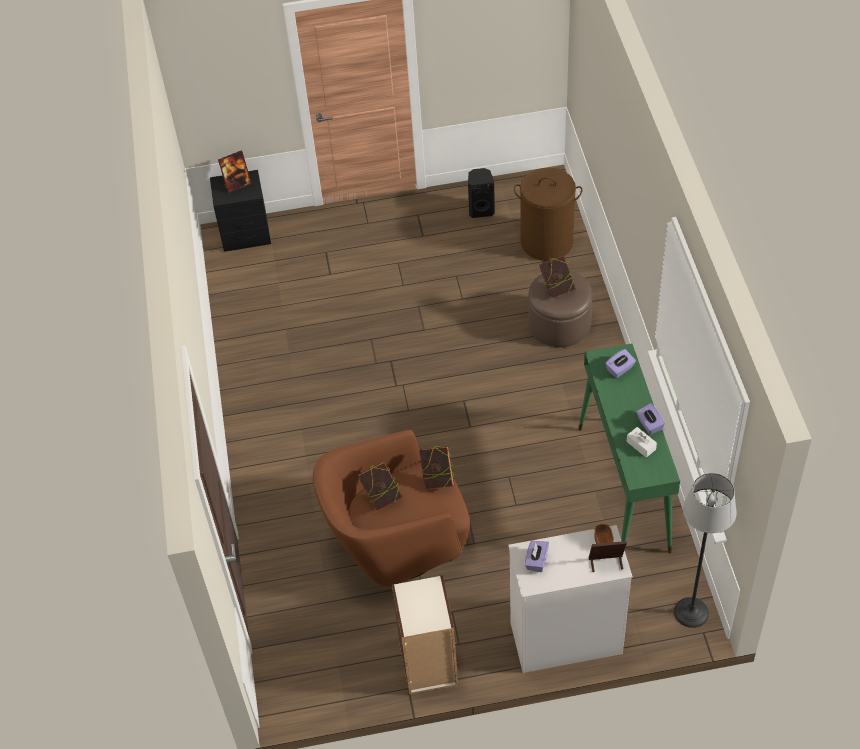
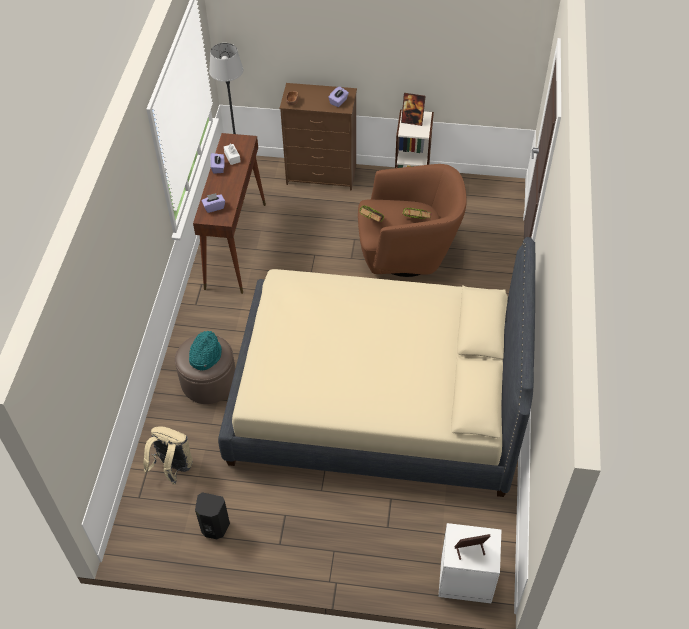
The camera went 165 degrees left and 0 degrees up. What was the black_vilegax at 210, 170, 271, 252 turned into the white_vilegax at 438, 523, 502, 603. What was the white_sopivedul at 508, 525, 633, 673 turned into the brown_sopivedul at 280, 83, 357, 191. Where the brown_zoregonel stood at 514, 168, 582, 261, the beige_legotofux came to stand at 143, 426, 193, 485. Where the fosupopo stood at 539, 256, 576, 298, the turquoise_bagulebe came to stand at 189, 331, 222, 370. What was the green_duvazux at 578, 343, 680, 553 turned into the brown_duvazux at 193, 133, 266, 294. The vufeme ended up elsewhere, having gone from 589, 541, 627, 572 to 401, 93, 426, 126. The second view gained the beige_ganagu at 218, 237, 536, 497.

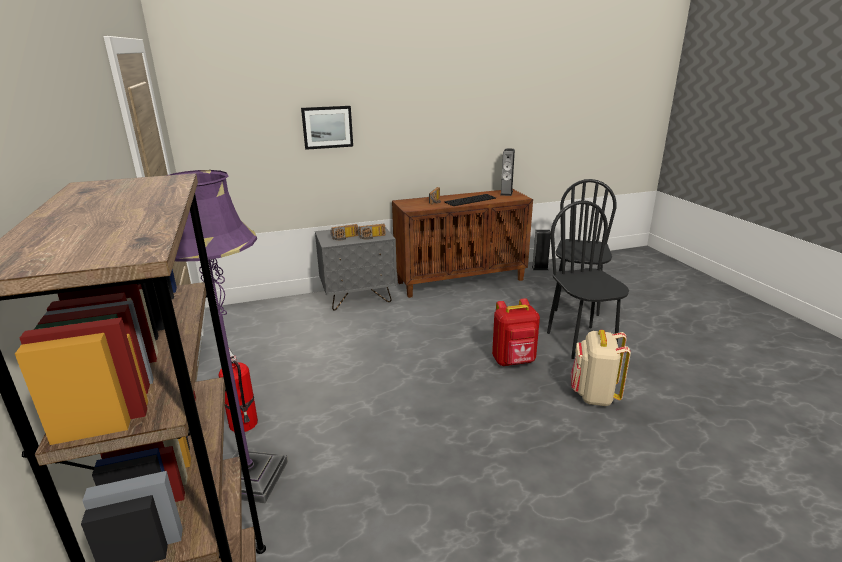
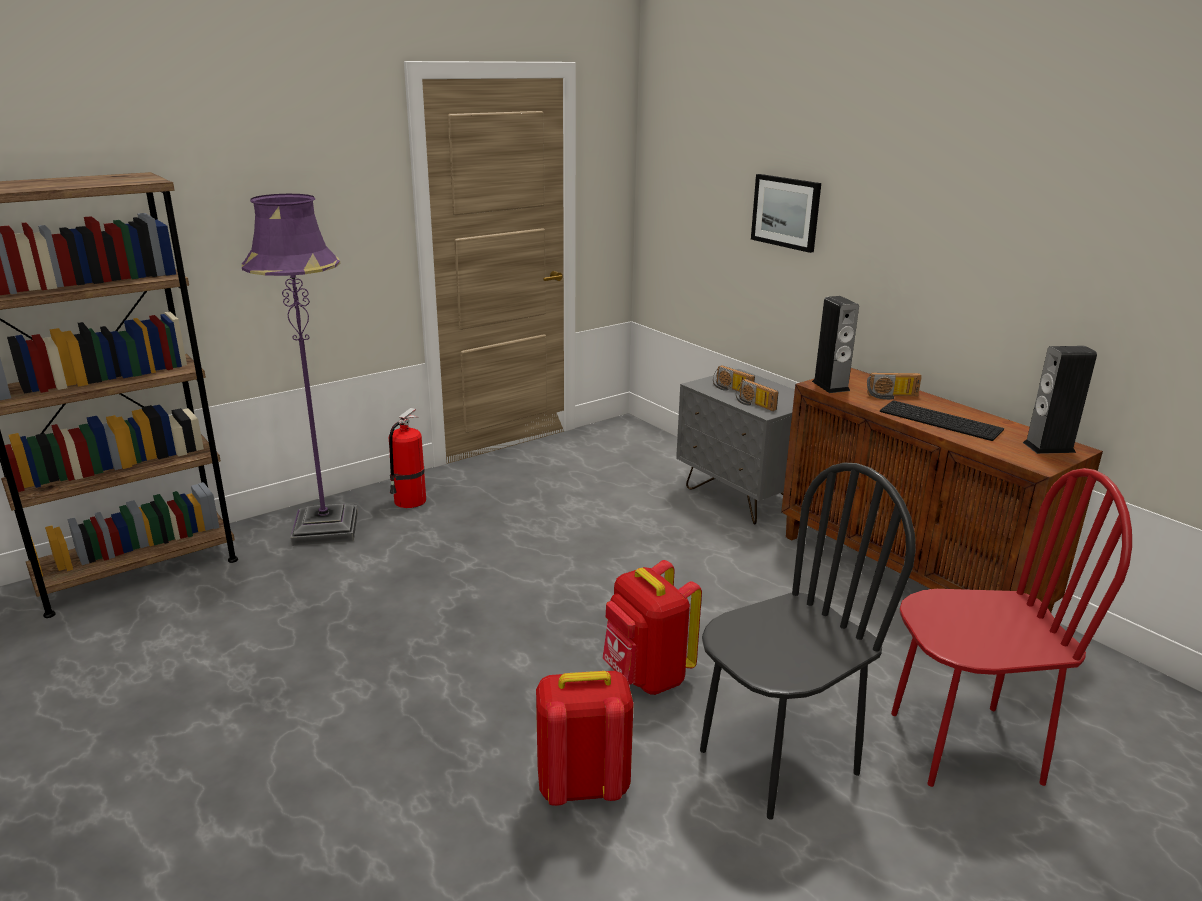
The camera went 70 degrees right and 0 degrees up. The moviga ended up elsewhere, having gone from 531, 230, 551, 270 to 812, 296, 859, 393. What was the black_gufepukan at 555, 179, 617, 316 turned into the red_gufepukan at 891, 468, 1132, 787. What was the beige_legotofux at 571, 330, 631, 406 turned into the red_legotofux at 536, 671, 634, 806.

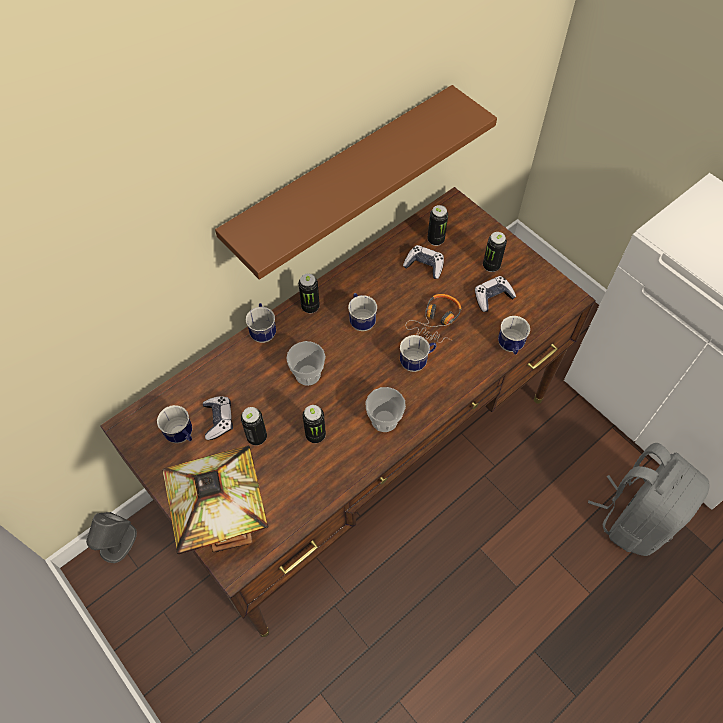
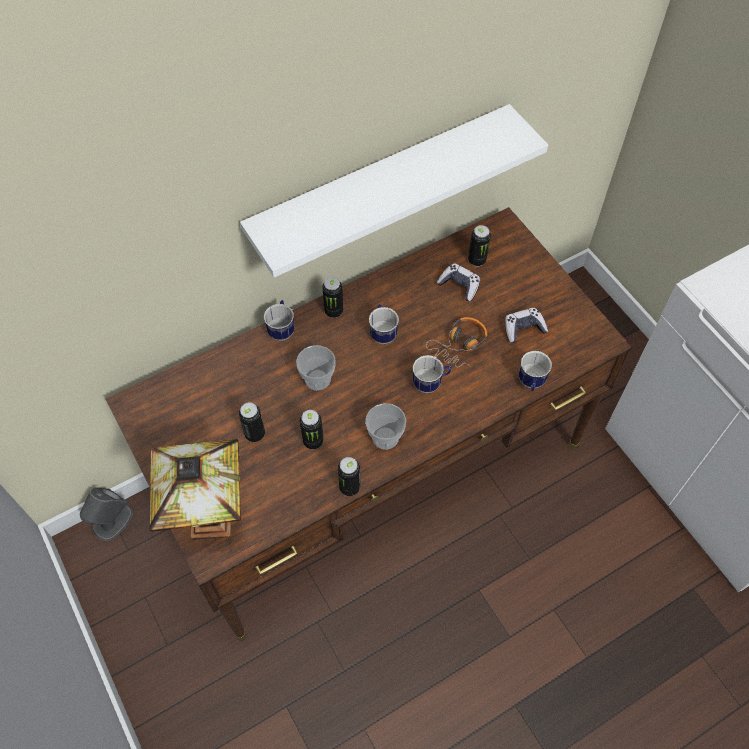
The camera went 10 degrees right and 0 degrees up. The second view lost the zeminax at 157, 405, 192, 443. The second view lost the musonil at 203, 396, 233, 440. What was the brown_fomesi at 215, 85, 497, 280 turned into the white_fomesi at 240, 104, 548, 278. The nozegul ended up elsewhere, having gone from 483, 232, 507, 272 to 338, 457, 361, 496. The second view lost the grey_legotofux at 588, 443, 709, 556.

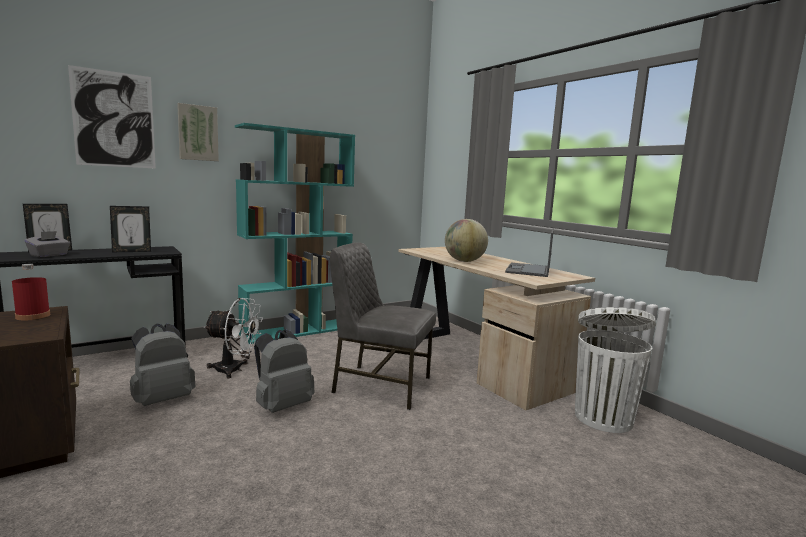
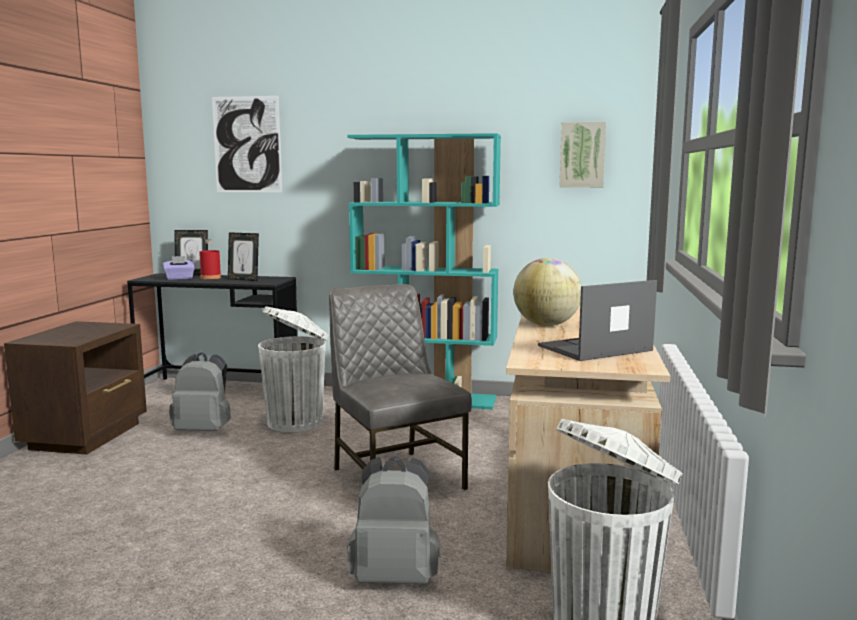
The camera went 45 degrees right and 0 degrees up. The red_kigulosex ended up elsewhere, having gone from 12, 264, 50, 320 to 199, 239, 221, 279. What was the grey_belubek at 25, 231, 70, 257 turned into the purple_belubek at 163, 256, 195, 280. The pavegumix ended up elsewhere, having gone from 177, 103, 219, 161 to 559, 122, 606, 188. Where the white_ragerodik stood at 204, 298, 263, 378, the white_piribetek came to stand at 258, 306, 329, 432. The grey_legotofux ended up elsewhere, having gone from 254, 329, 315, 413 to 347, 456, 440, 584.

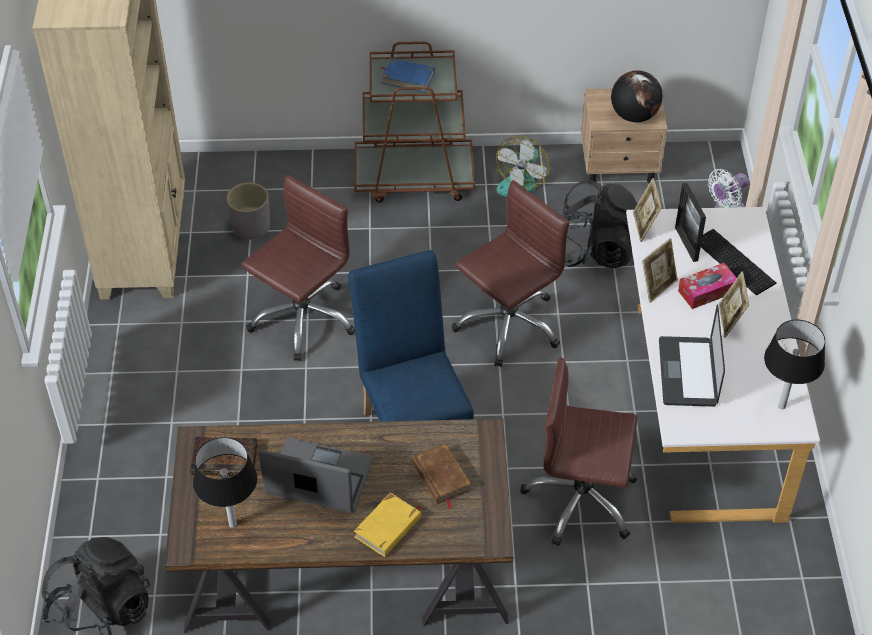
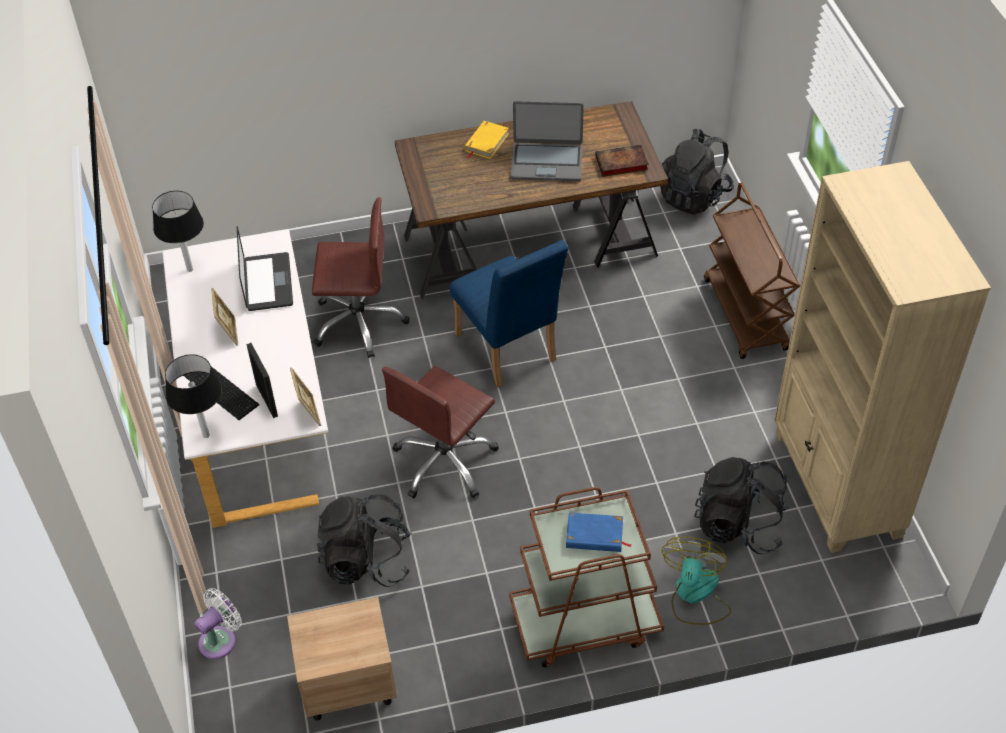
The camera went 170 degrees right and 0 degrees up. The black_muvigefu ended up elsewhere, having gone from 193, 437, 257, 528 to 165, 354, 222, 438. Where the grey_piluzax stood at 226, 182, 270, 240, the black_legotofux came to stand at 694, 457, 788, 554. The second view lost the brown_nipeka at 241, 174, 355, 361. The second view lost the brown_fosupopo at 412, 443, 472, 509. The ragerodik ended up elsewhere, having gone from 495, 137, 550, 197 to 662, 537, 731, 625. The second view lost the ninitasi at 611, 70, 663, 122. The second view lost the vufeme at 642, 238, 678, 303. The second view lost the belubek at 678, 263, 737, 309. The second view gained the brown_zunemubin at 704, 183, 800, 359.

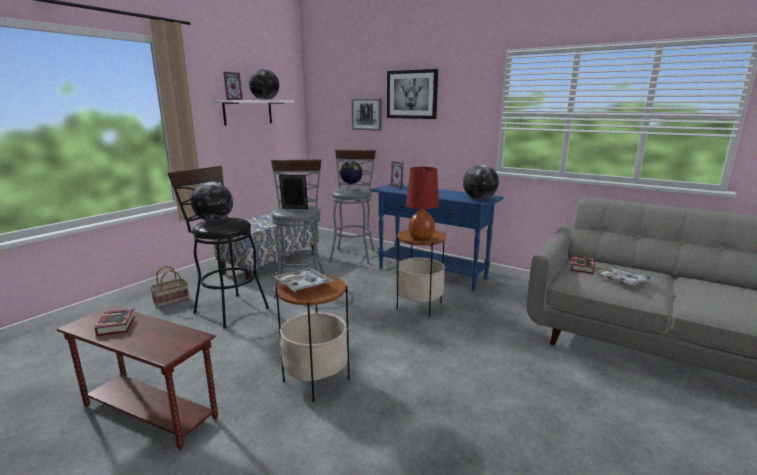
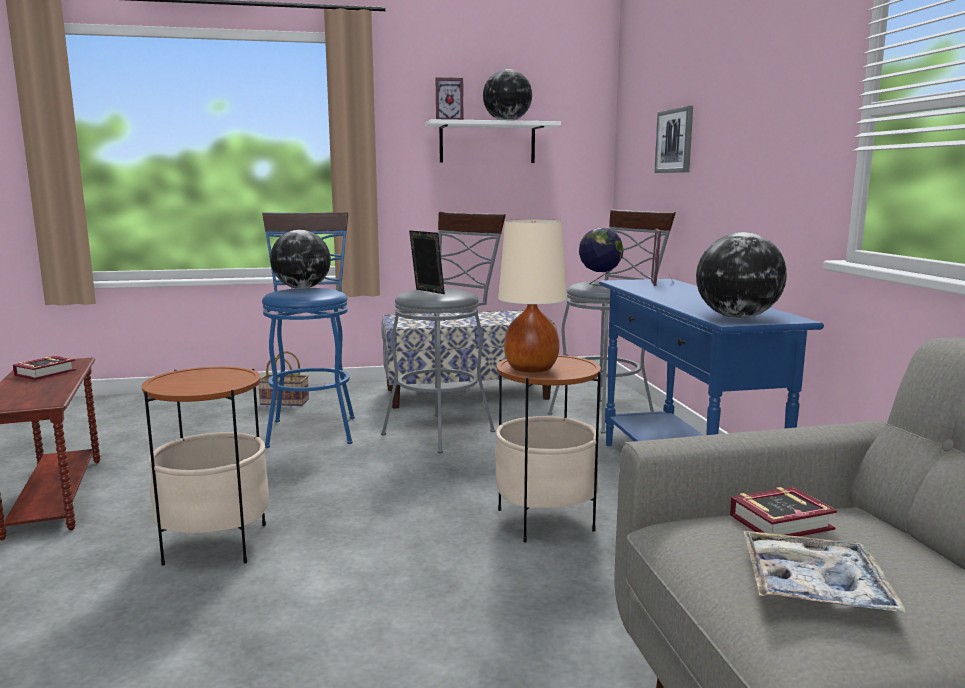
The camera went 45 degrees right and 5 degrees down. What was the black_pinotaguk at 168, 166, 269, 329 turned into the blue_pinotaguk at 262, 212, 355, 448. The second view lost the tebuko at 274, 268, 333, 292. The second view lost the pavegumix at 387, 69, 438, 119. What was the red_muvigefu at 406, 167, 439, 240 turned into the beige_muvigefu at 498, 219, 567, 373.

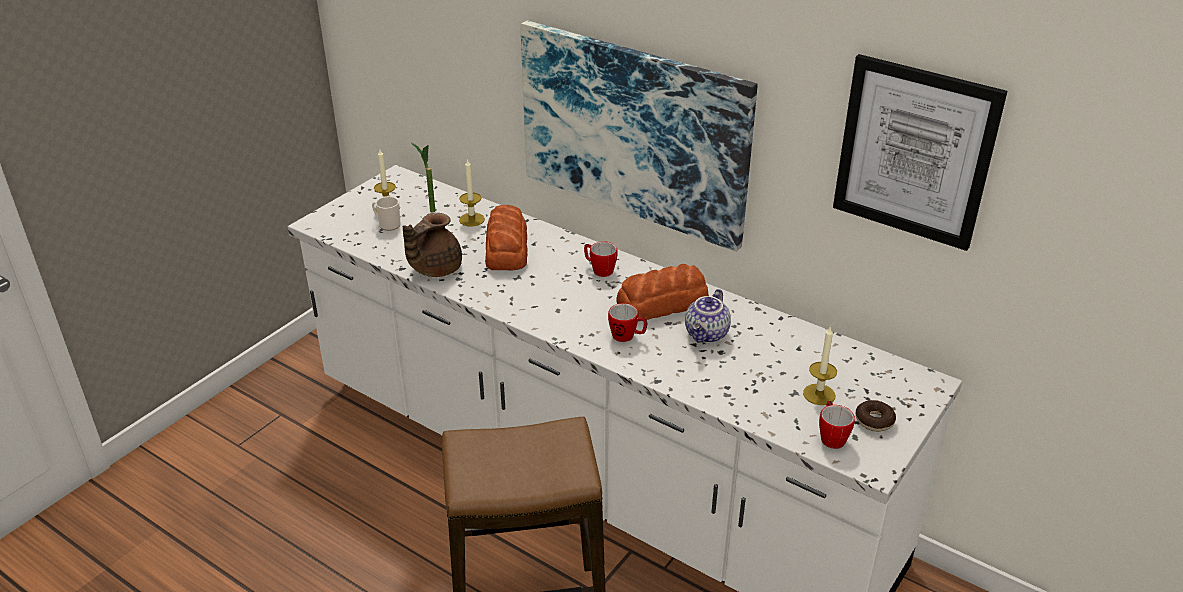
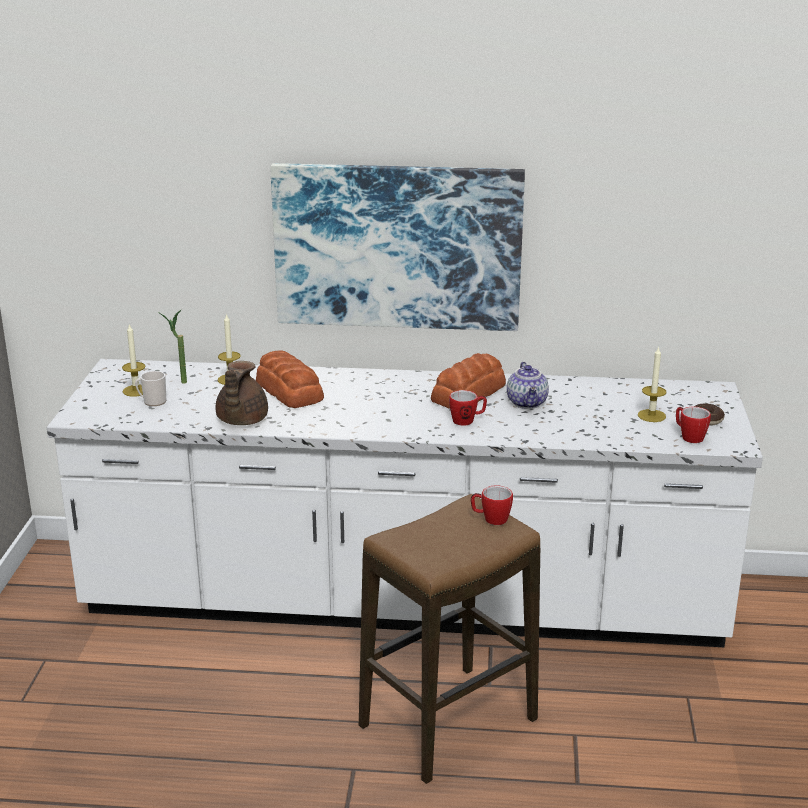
The camera went 30 degrees left and 10 degrees down. The zeminax ended up elsewhere, having gone from 584, 241, 618, 277 to 471, 485, 513, 525. The second view lost the pavegumix at 833, 54, 1007, 251.

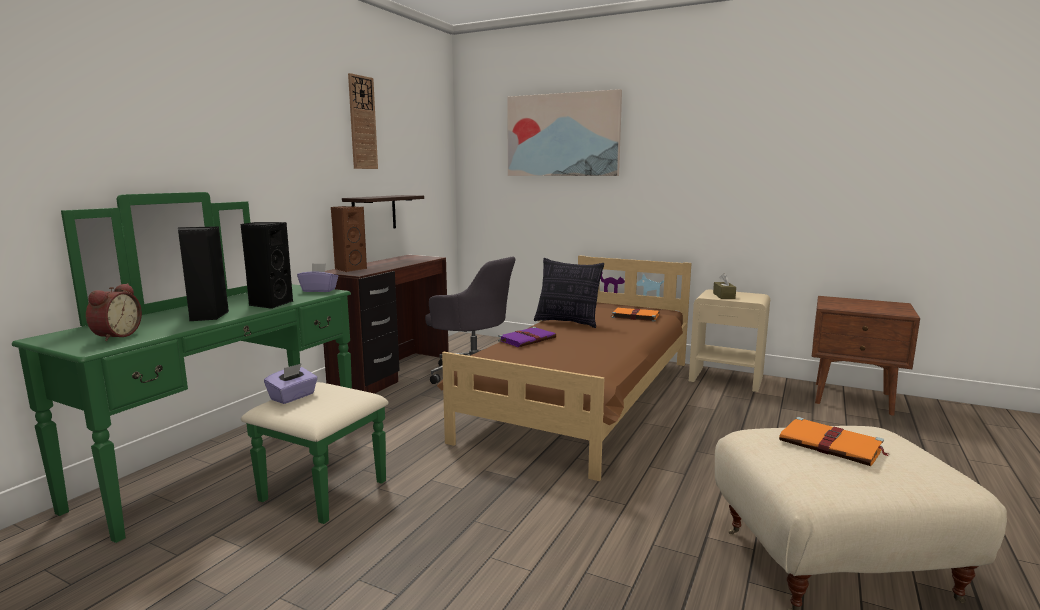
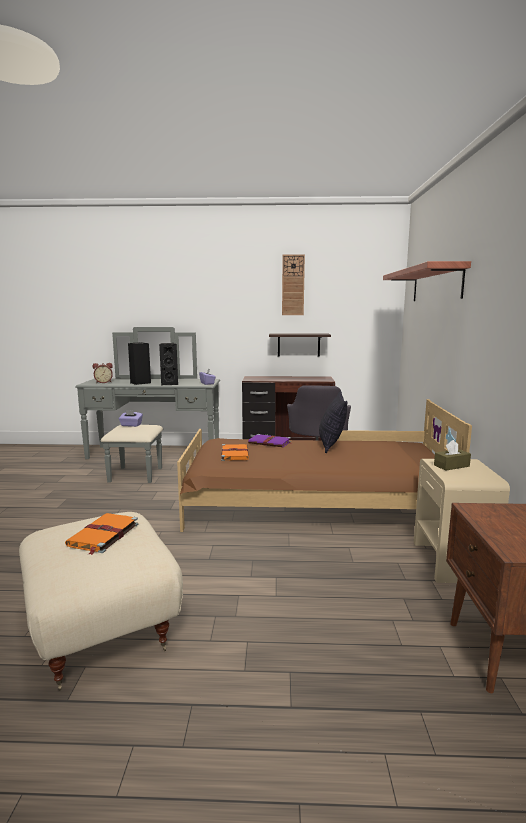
The camera went 65 degrees right and 0 degrees up. What was the green_sopivedul at 12, 192, 389, 543 turned into the grey_sopivedul at 75, 327, 220, 483. The second view lost the brown_moviga at 331, 206, 367, 272. Where the pavegumix hung at 507, 89, 622, 176, the fomesi came to hang at 383, 261, 471, 301. The orange_fosupopo ended up elsewhere, having gone from 612, 308, 659, 322 to 221, 444, 249, 461.

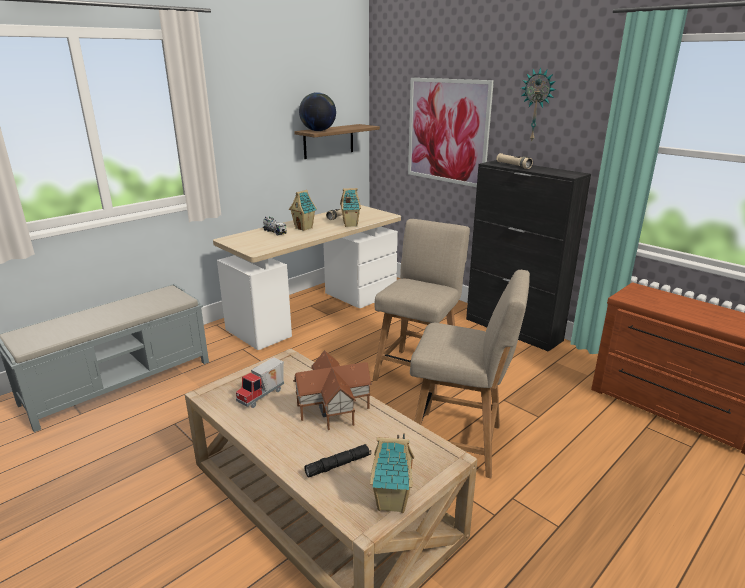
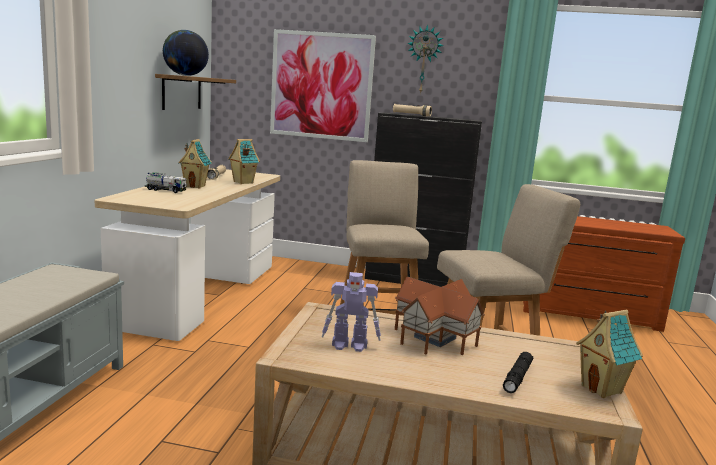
The camera went 35 degrees left and 10 degrees down. Where the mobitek stood at 236, 357, 284, 408, the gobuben came to stand at 322, 272, 381, 352.

